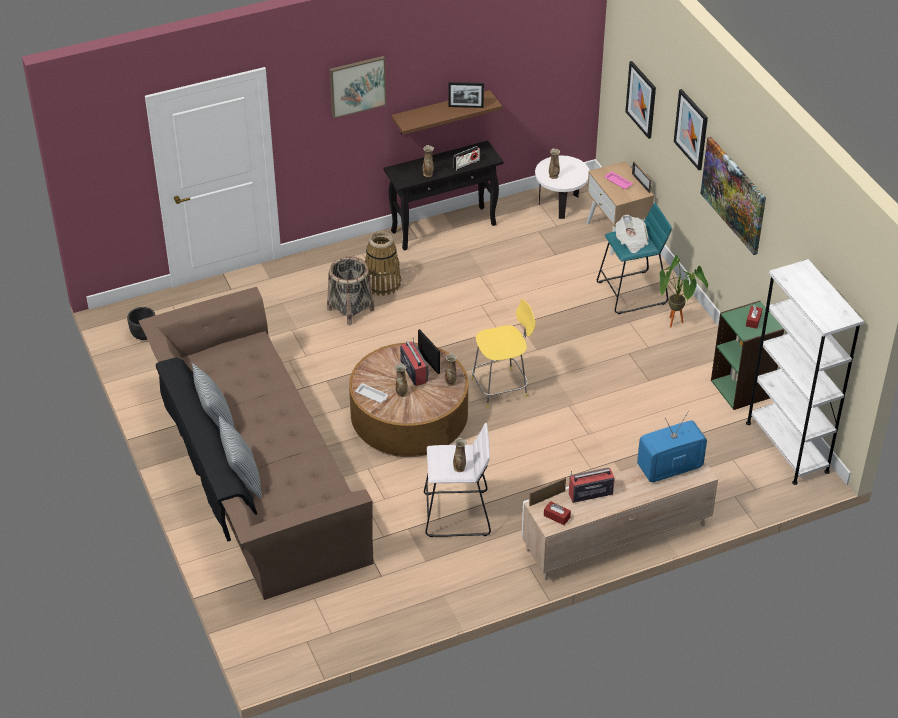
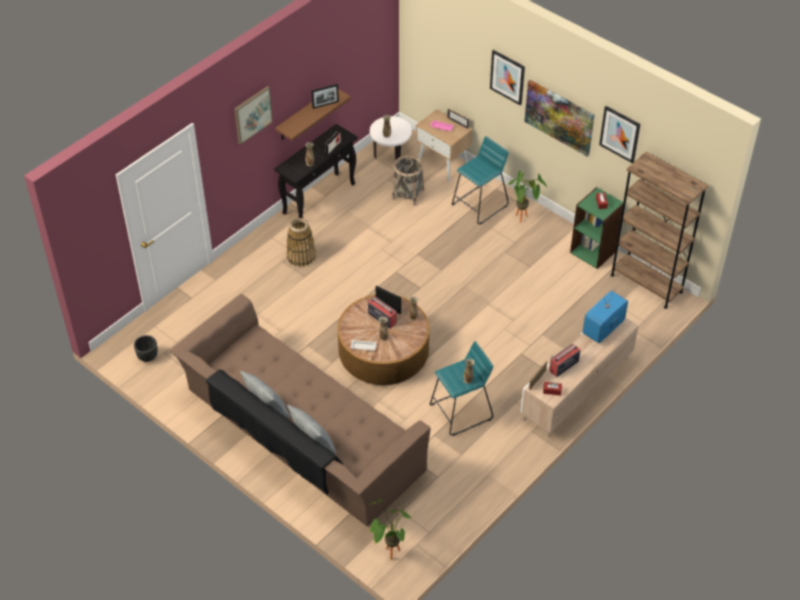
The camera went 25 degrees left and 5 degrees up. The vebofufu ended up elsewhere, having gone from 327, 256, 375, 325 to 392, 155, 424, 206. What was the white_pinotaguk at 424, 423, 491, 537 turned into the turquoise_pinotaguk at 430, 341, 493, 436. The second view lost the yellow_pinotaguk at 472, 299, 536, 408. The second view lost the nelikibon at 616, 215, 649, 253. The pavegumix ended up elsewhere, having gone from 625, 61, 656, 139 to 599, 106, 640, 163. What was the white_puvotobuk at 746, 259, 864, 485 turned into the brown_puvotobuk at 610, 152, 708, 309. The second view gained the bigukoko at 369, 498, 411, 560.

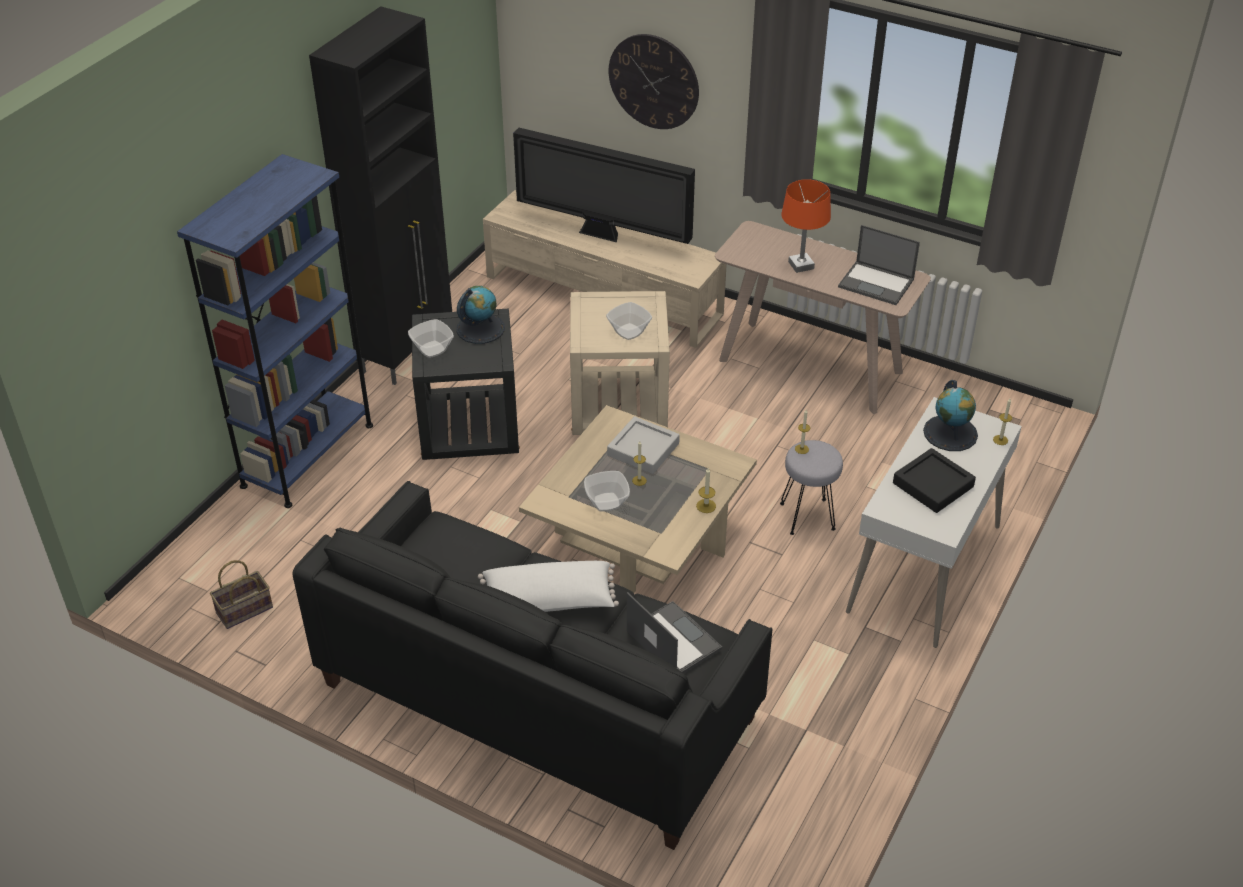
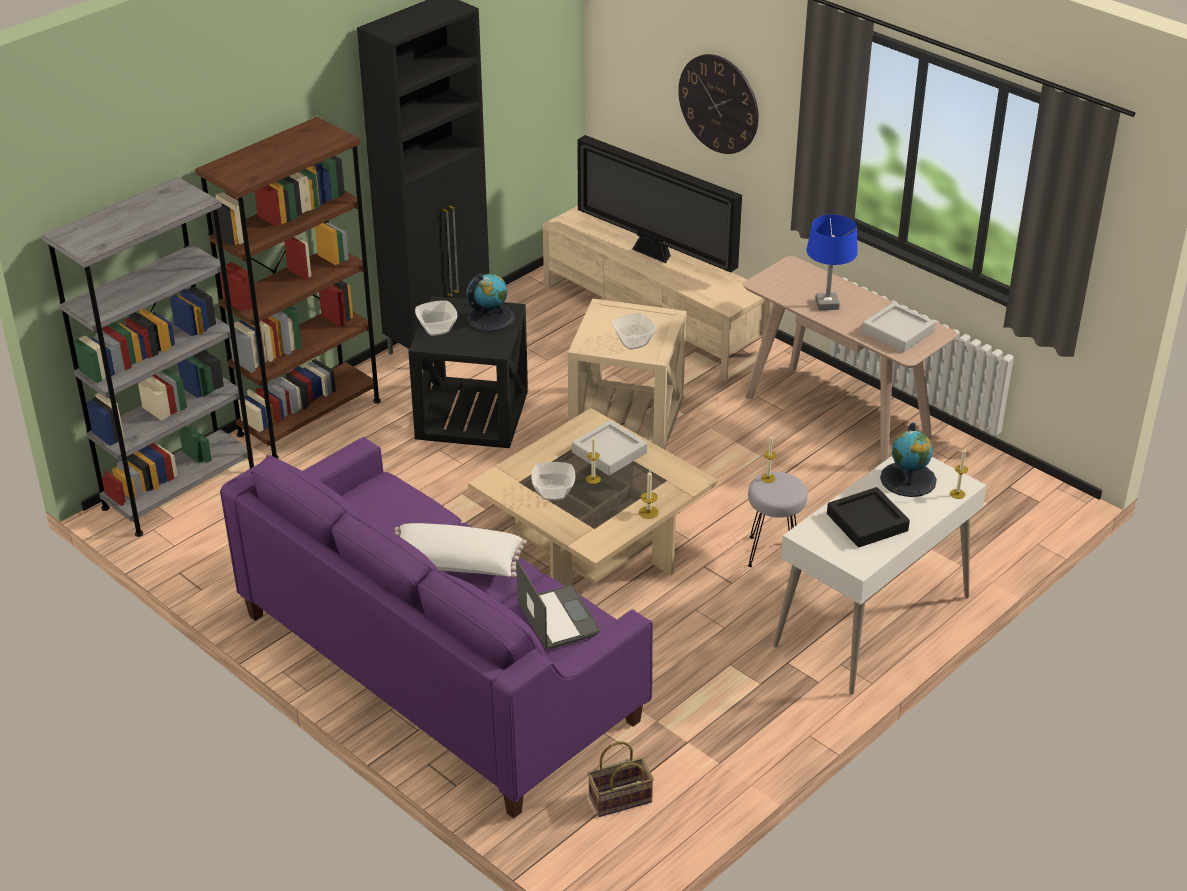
The camera went 15 degrees right and 5 degrees down. What was the blue_puvotobuk at 177, 154, 373, 508 turned into the brown_puvotobuk at 195, 117, 381, 459. The vebofufu ended up elsewhere, having gone from 210, 560, 273, 629 to 588, 741, 654, 817. What was the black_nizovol at 292, 481, 772, 850 turned into the purple_nizovol at 220, 437, 653, 818. What was the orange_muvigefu at 781, 179, 831, 273 turned into the blue_muvigefu at 806, 214, 858, 310. Where the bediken stood at 838, 225, 920, 305, the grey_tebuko came to stand at 862, 302, 935, 352. The second view gained the grey_puvotobuk at 42, 177, 254, 537.

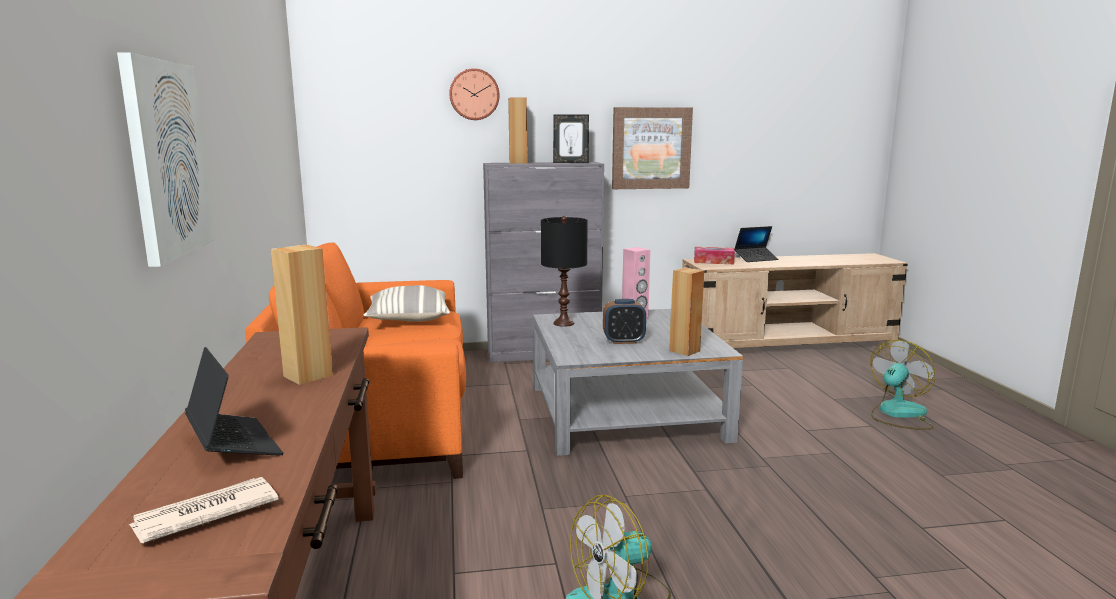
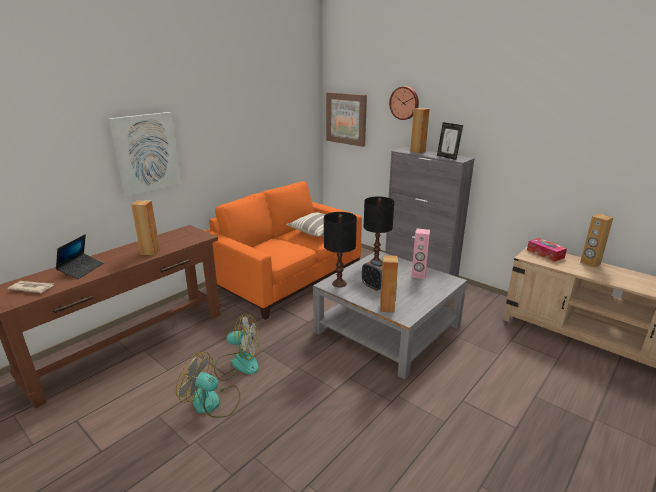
The camera went 50 degrees right and 10 degrees up. The pavegumix ended up elsewhere, having gone from 612, 107, 693, 189 to 326, 92, 367, 147. Where the bediken stood at 734, 226, 778, 262, the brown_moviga came to stand at 580, 214, 613, 268. The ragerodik ended up elsewhere, having gone from 870, 340, 936, 430 to 214, 314, 260, 381. The second view gained the black_muvigefu at 324, 212, 357, 287.

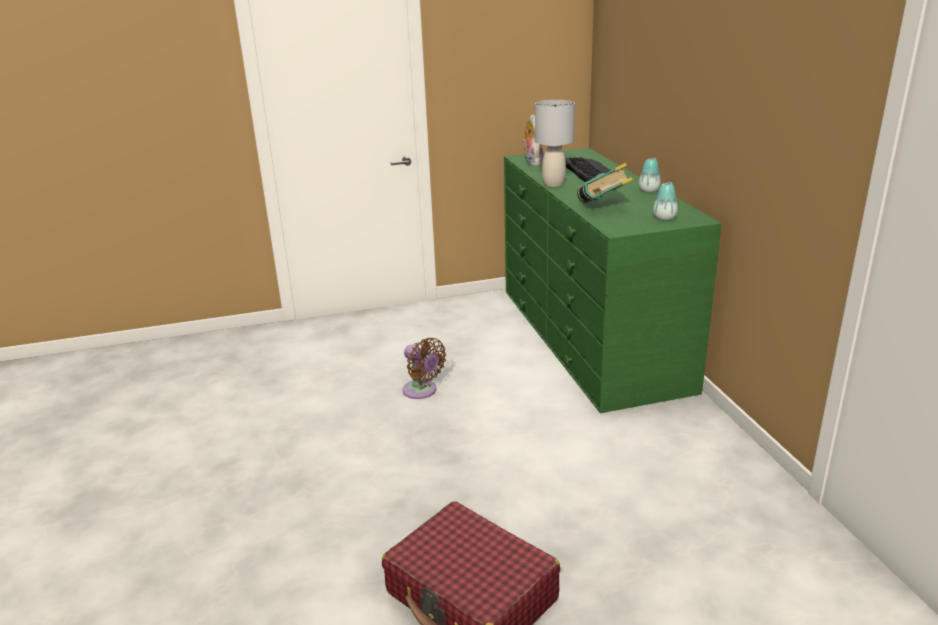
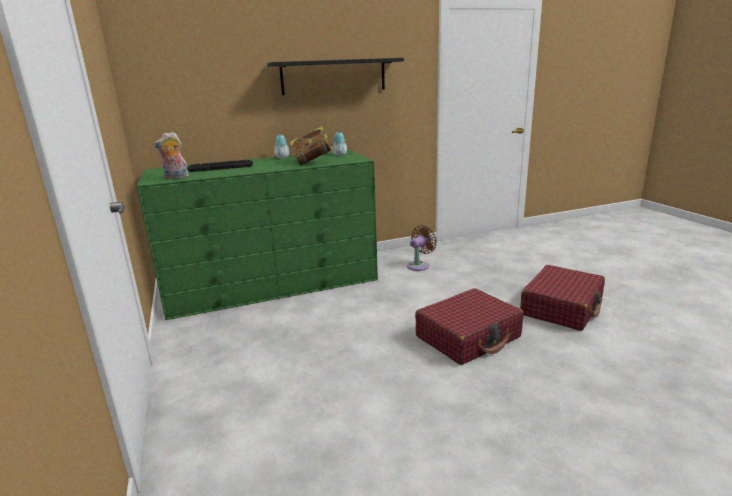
The camera went 95 degrees left and 5 degrees down. The brown_ragerodik ended up elsewhere, having gone from 402, 338, 446, 399 to 407, 225, 437, 271. The second view lost the grey_muvigefu at 535, 100, 575, 187. The second view gained the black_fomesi at 267, 58, 404, 95. The second view gained the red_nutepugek at 415, 288, 523, 365.

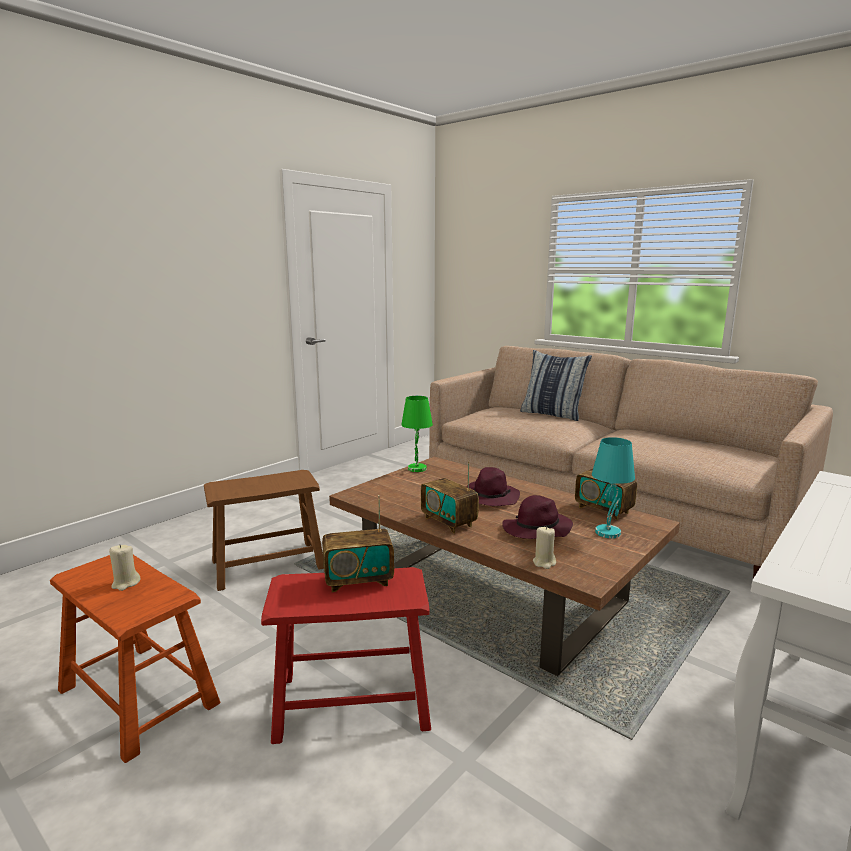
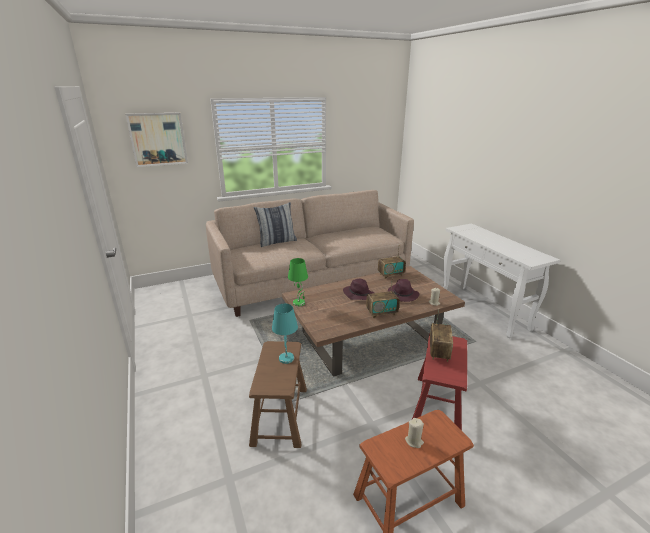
The camera went 65 degrees left and 10 degrees up. The turquoise_muvigefu ended up elsewhere, having gone from 592, 437, 635, 538 to 272, 304, 298, 364. The second view gained the pavegumix at 126, 113, 188, 167.

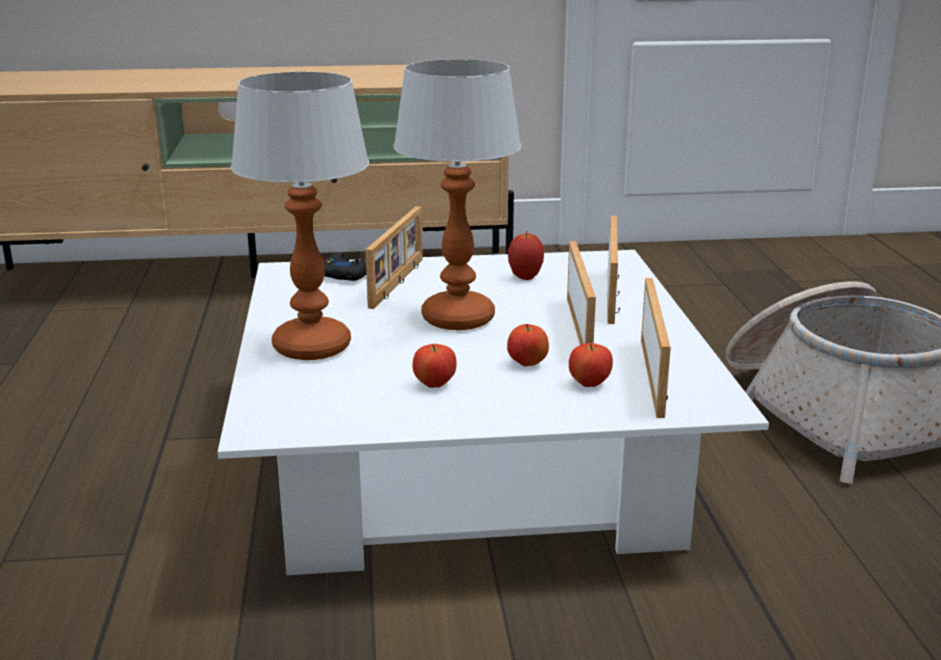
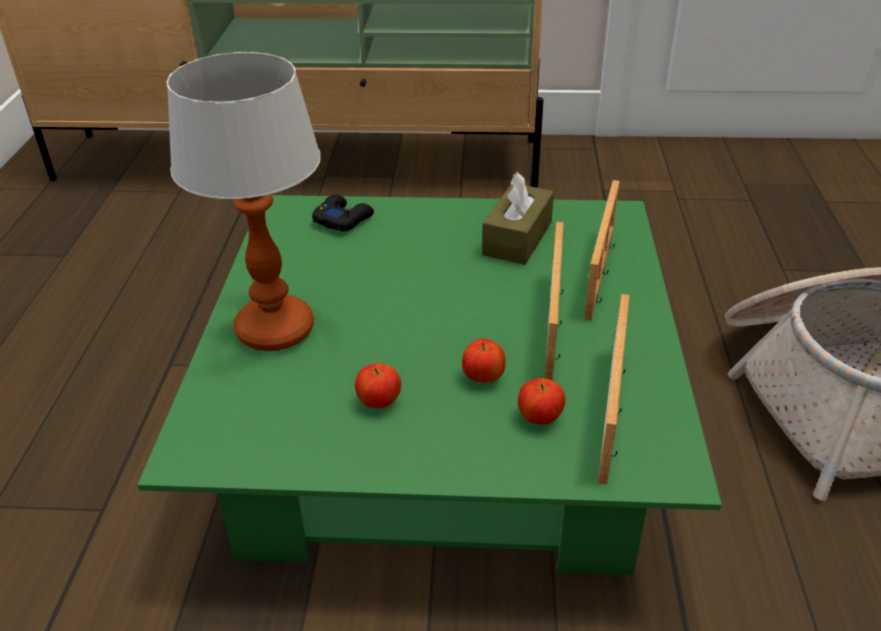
The camera went 10 degrees right and 15 degrees up. What was the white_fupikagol at 218, 250, 769, 575 turned into the green_fupikagol at 137, 195, 722, 575. The second view lost the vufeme at 365, 206, 422, 309. The second view lost the muvigefu at 393, 59, 522, 330. Where the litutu stood at 508, 232, 544, 280, the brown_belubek came to stand at 482, 172, 554, 265.

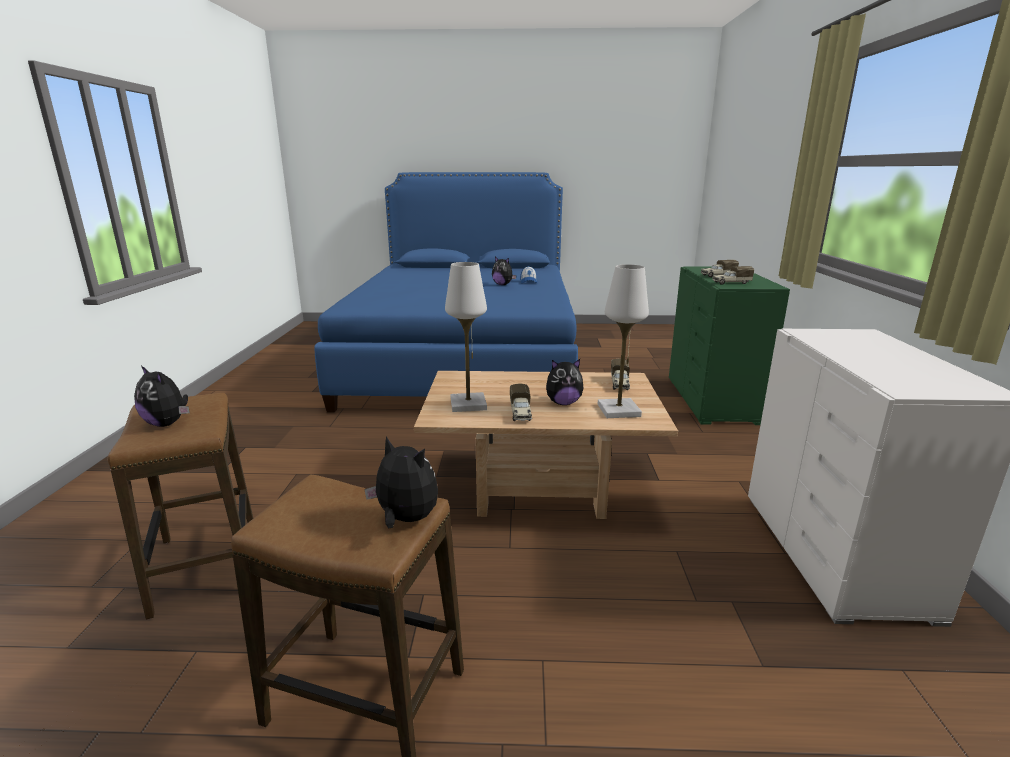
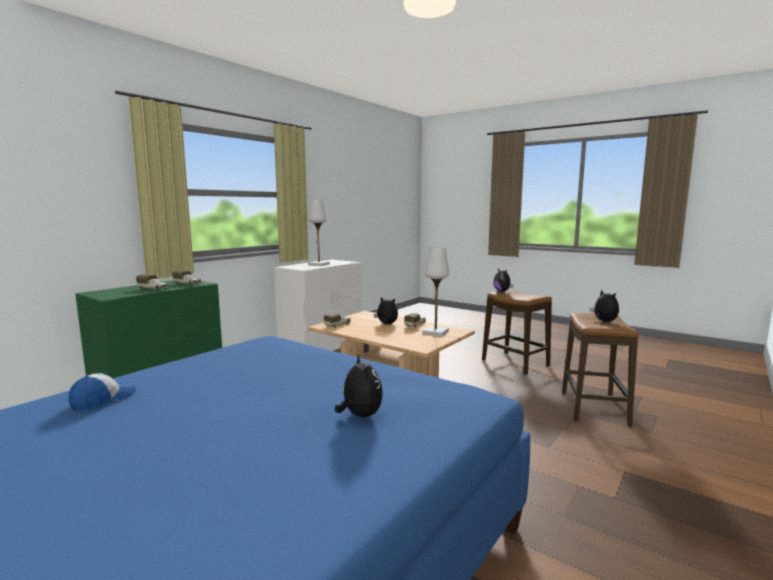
The camera went 145 degrees left and 10 degrees down. The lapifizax ended up elsewhere, having gone from 492, 257, 517, 285 to 335, 355, 383, 418. The white_muvigefu ended up elsewhere, having gone from 598, 264, 649, 418 to 308, 199, 330, 266.

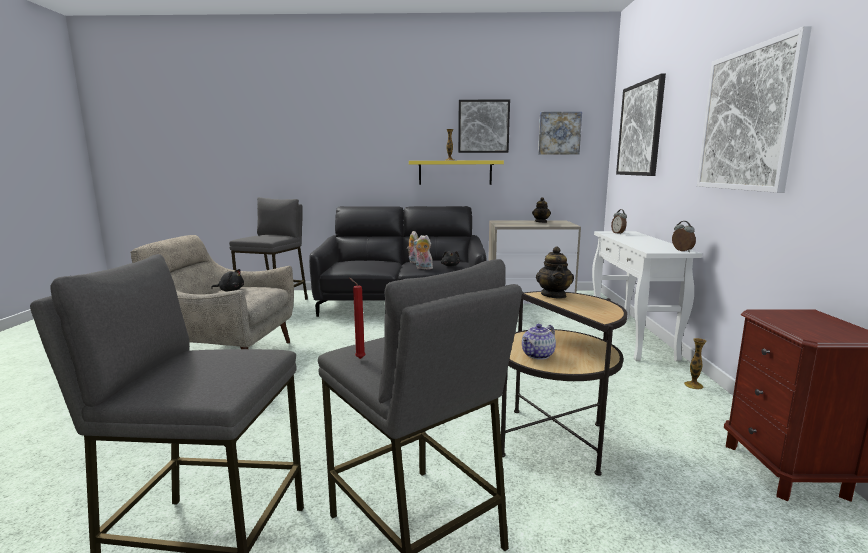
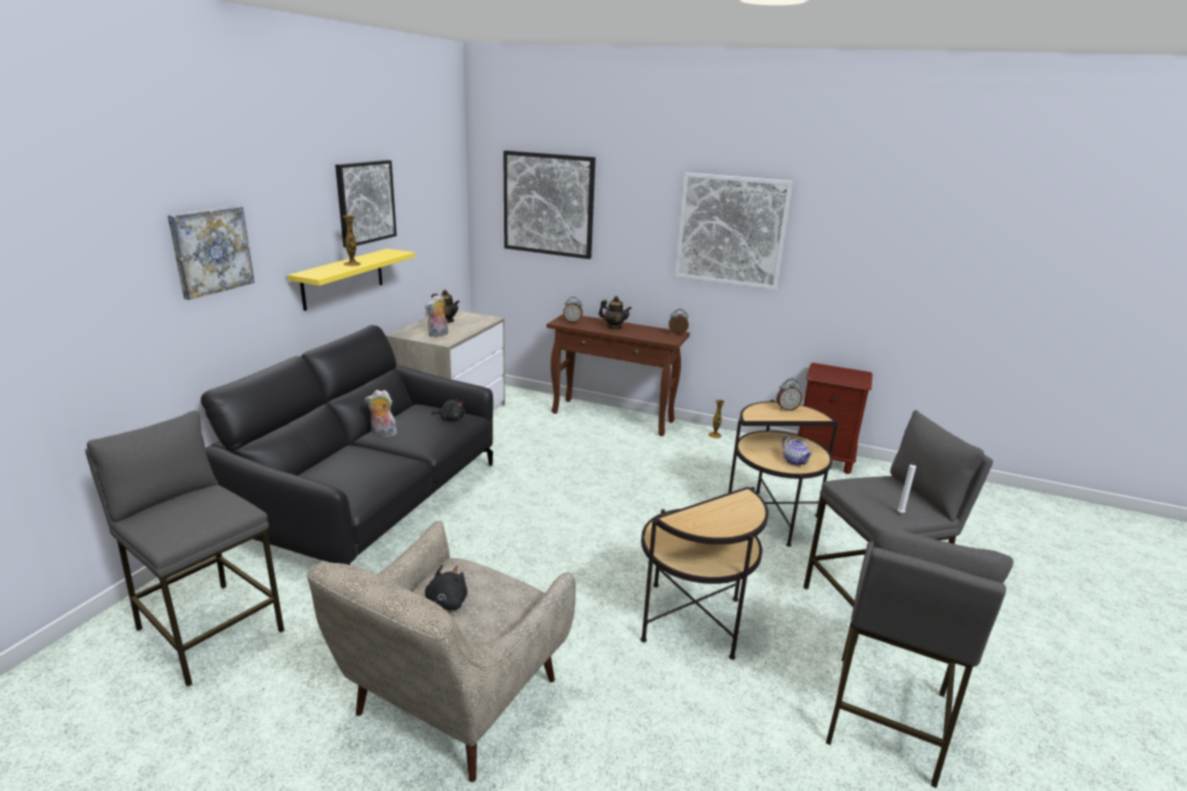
The camera went 70 degrees left and 10 degrees up. What was the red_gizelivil at 349, 278, 366, 359 turned into the white_gizelivil at 897, 462, 916, 513. The lapifizax ended up elsewhere, having gone from 414, 235, 433, 270 to 425, 294, 448, 337. The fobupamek ended up elsewhere, having gone from 536, 246, 574, 299 to 599, 296, 632, 329. The pavegumix ended up elsewhere, having gone from 538, 112, 582, 155 to 168, 206, 255, 300. What was the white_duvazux at 592, 231, 702, 361 turned into the brown_duvazux at 547, 314, 690, 436. The second view gained the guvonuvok at 641, 487, 768, 660. The second view gained the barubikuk at 777, 379, 802, 411.

